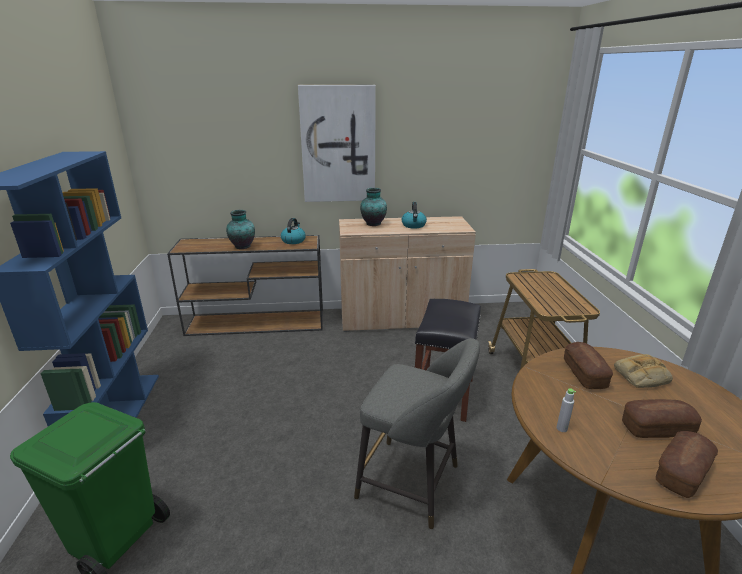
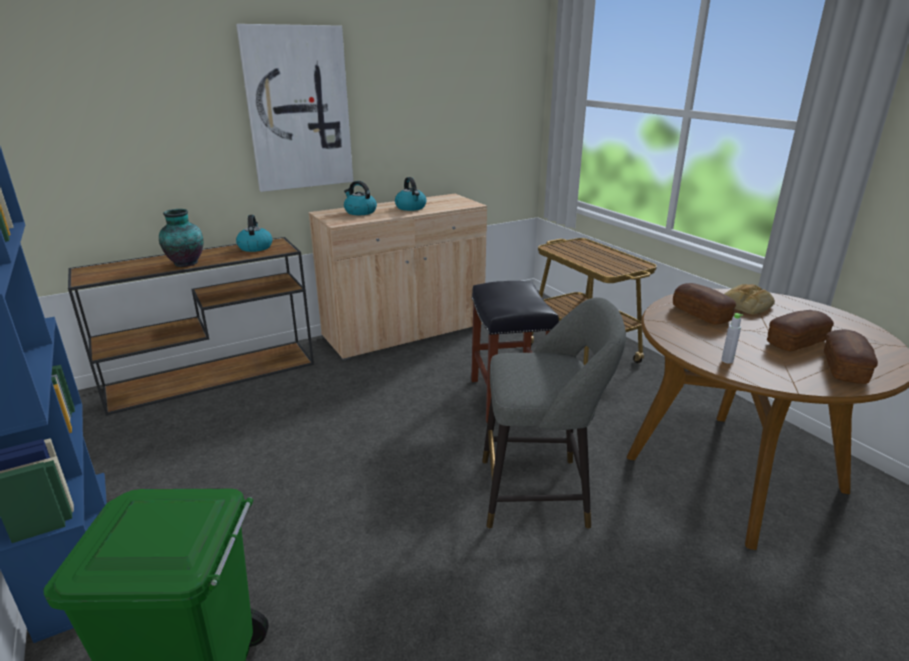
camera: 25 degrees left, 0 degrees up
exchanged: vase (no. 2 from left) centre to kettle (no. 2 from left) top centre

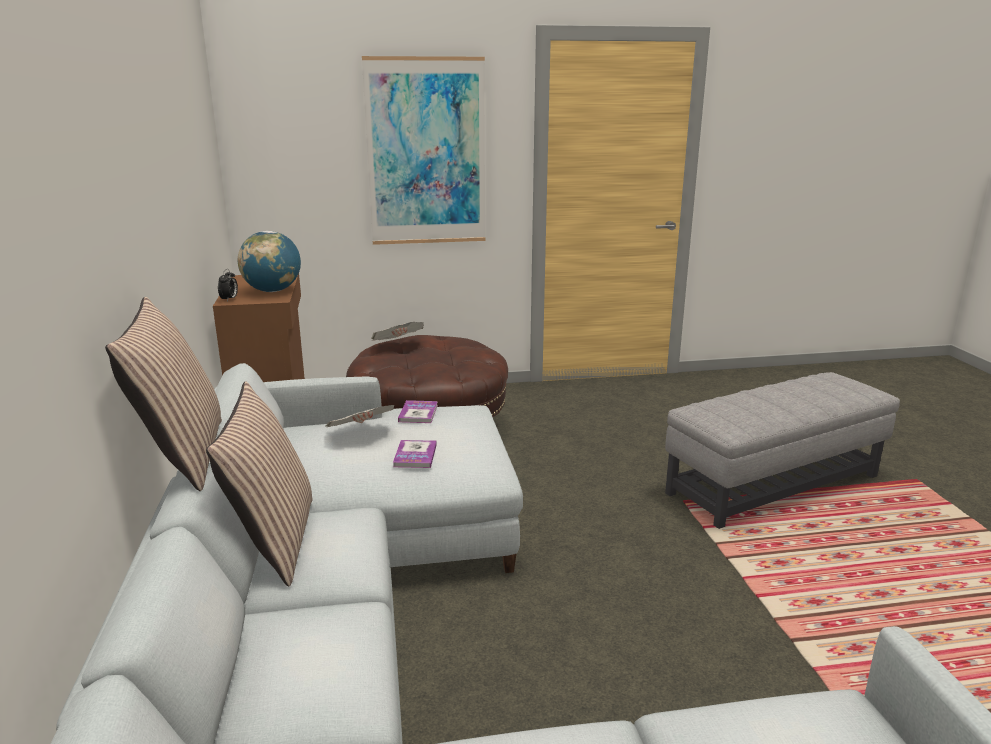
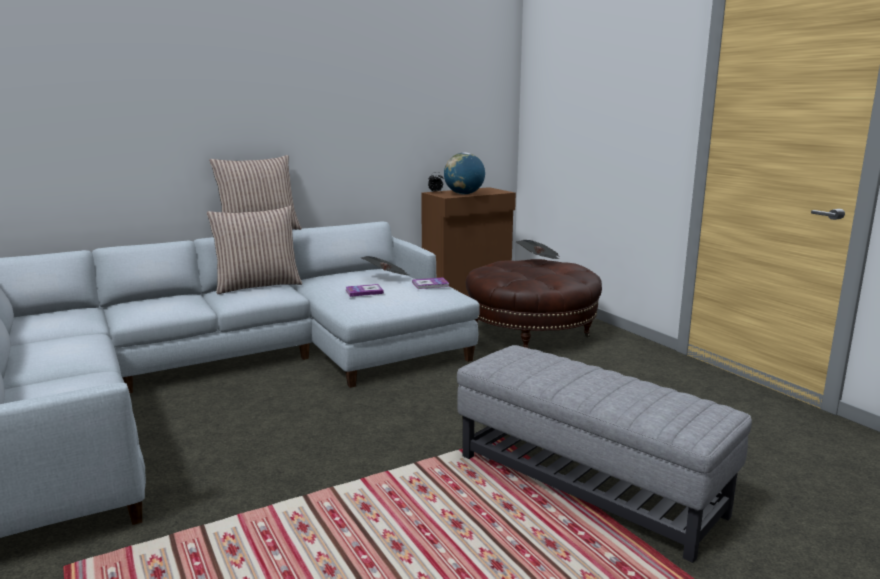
camera: 70 degrees right, 5 degrees down
missing: picture top centre

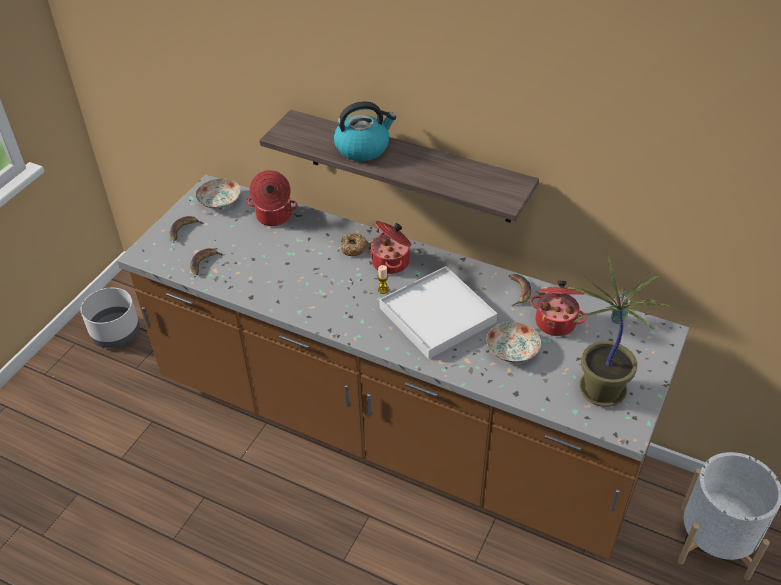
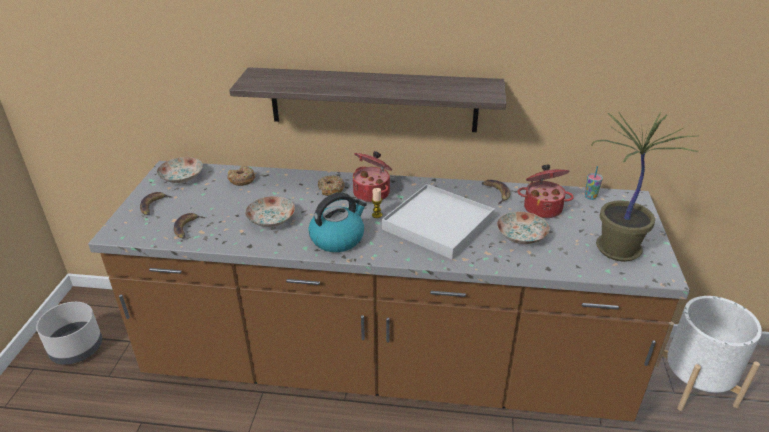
camera: 20 degrees left, 10 degrees down
appeared: plate (no. 2 from left) centre
relocated: kettle top centre to centre
exchanged: cooking pot (no. 1 from left) centre to donut (no. 1 from left) middle left

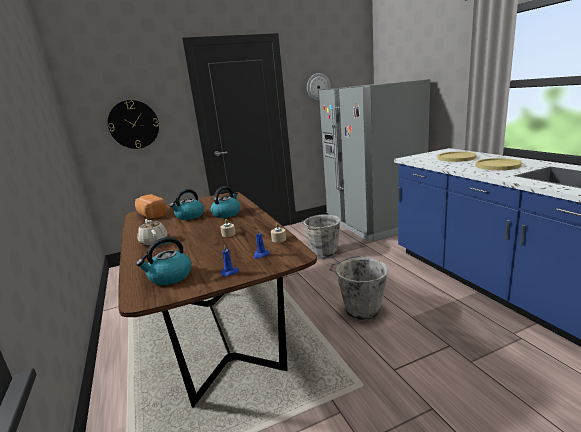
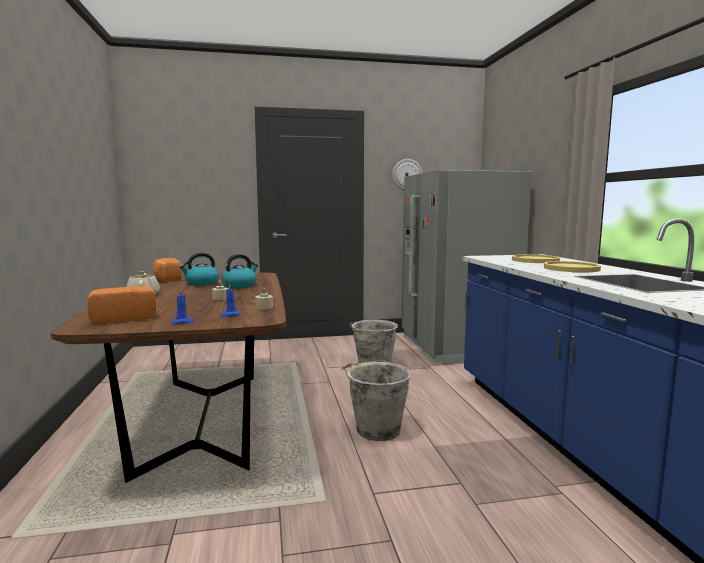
camera: 10 degrees right, 10 degrees down
missing: wall clock (no. 1 from left) top left
exchanged: kettle (no. 1 from left) middle left to bread (no. 1 from left) middle left

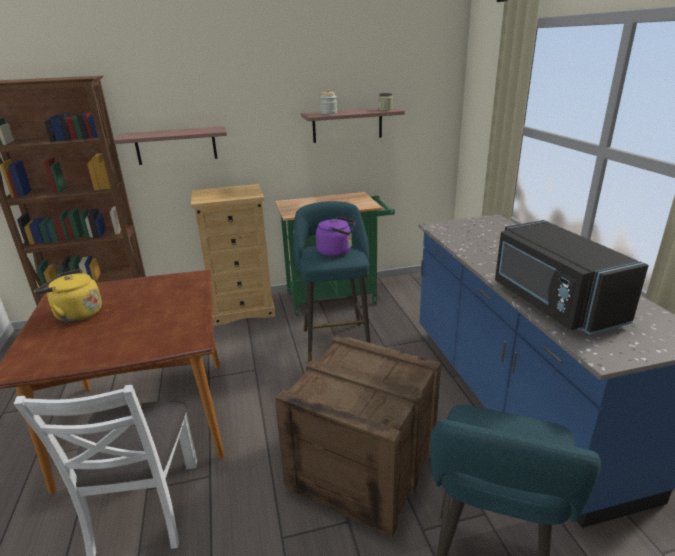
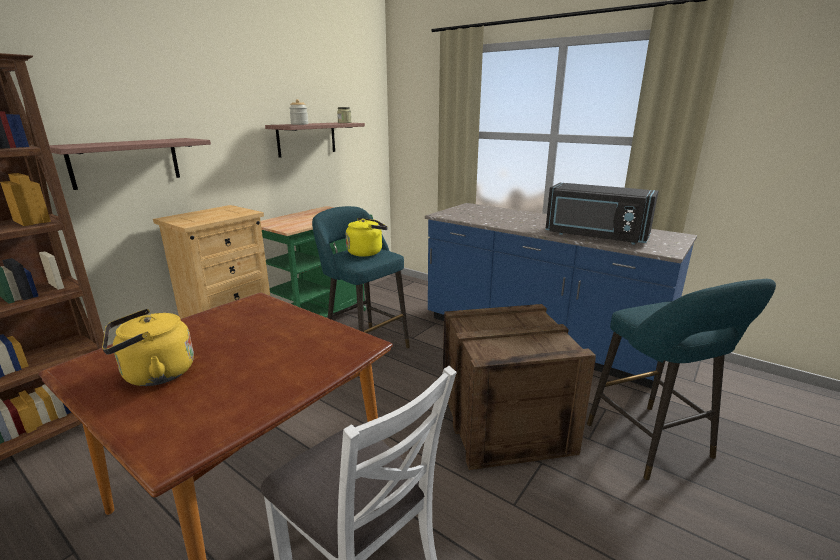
camera: 40 degrees left, 5 degrees down
colour: kettle in purple centre to kettle in yellow (no. 2 from left) centre

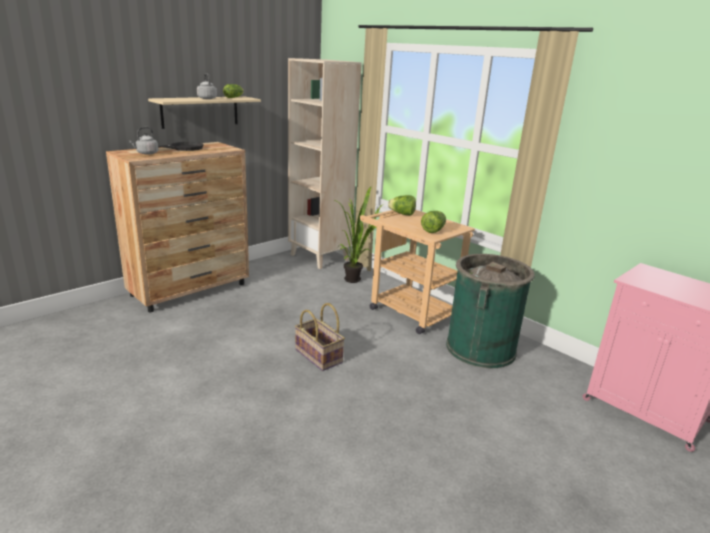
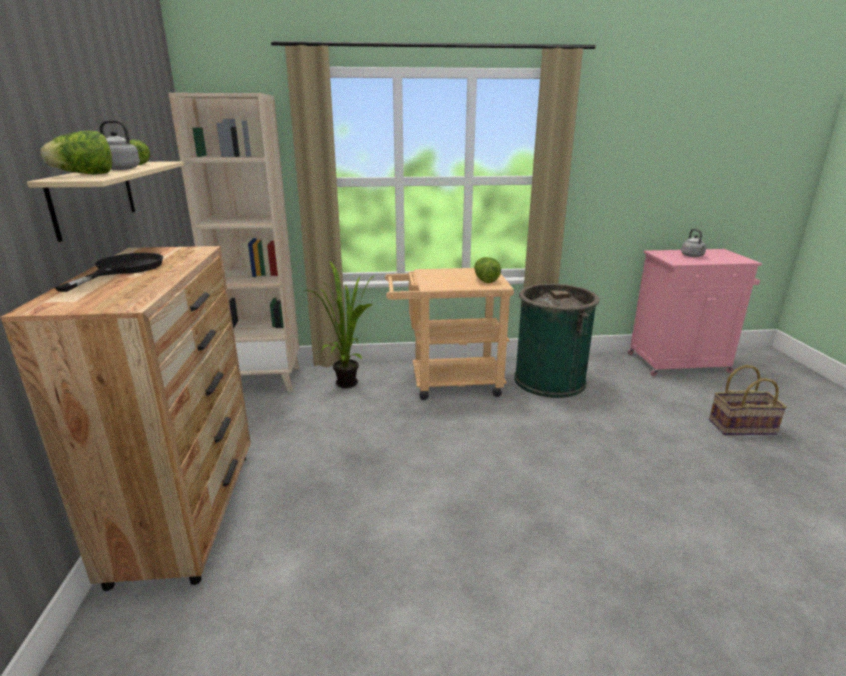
camera: 50 degrees left, 0 degrees up
relocated: kettle in grey (no. 1 from left in the first image) top left to kettle in grey (no. 2 from left) middle right; basket centre to middle right; lettuce (no. 2 from left in the first image) centre to lettuce (no. 1 from left) top left

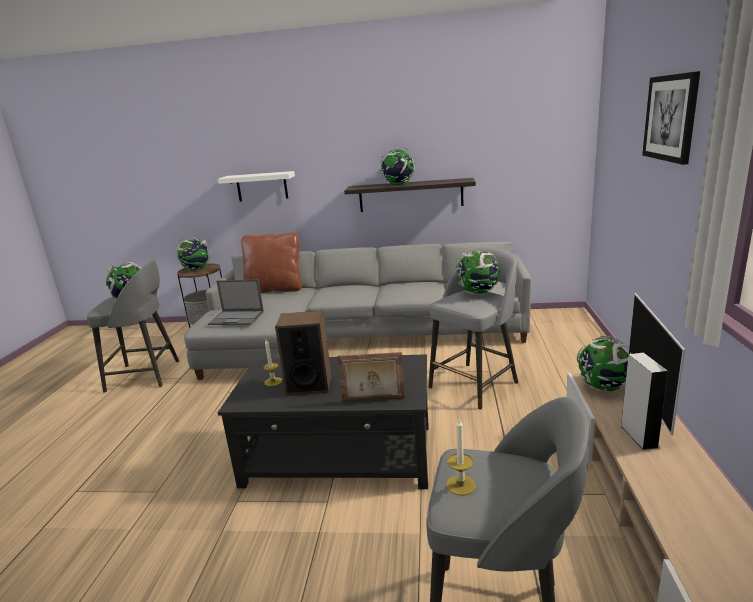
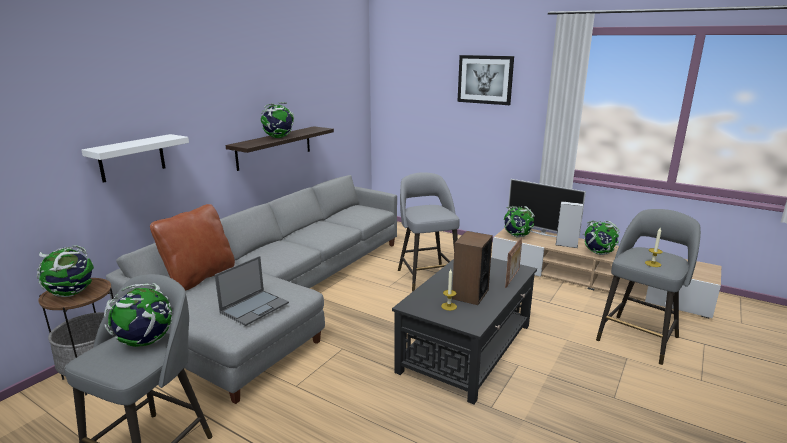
camera: 65 degrees left, 0 degrees up
relocated: globe (no. 4 from left in the first image) centre to globe (no. 5 from left) middle right

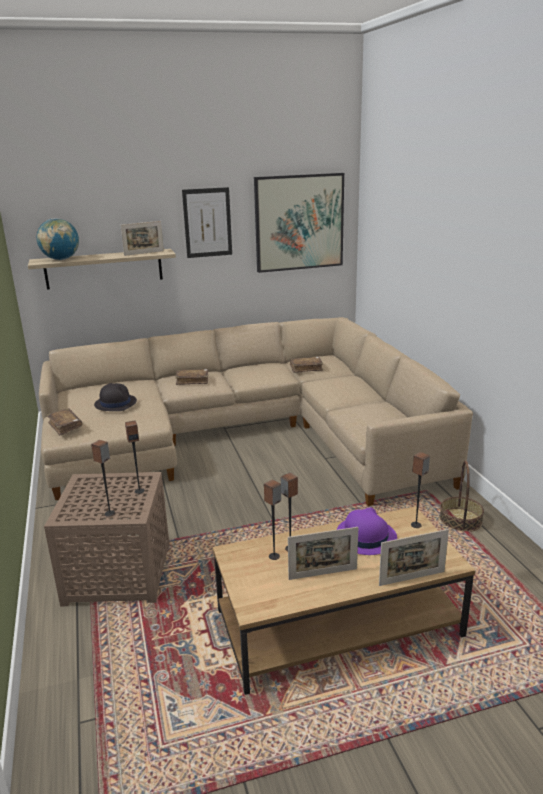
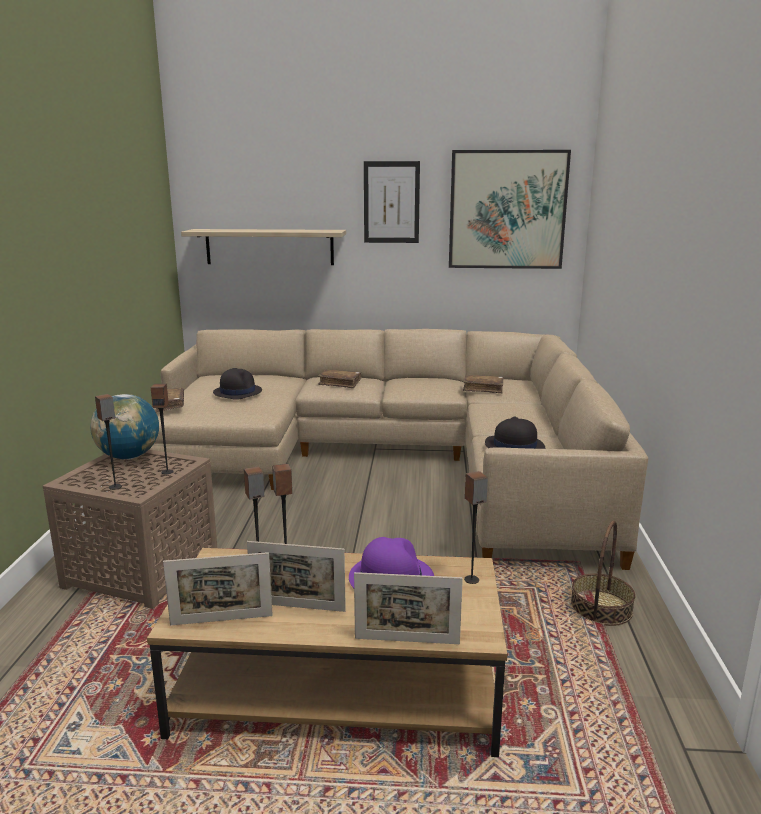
camera: 20 degrees right, 5 degrees down
appeared: hat in black (no. 2 from left) middle right
relocated: globe top left to middle left; picture frame (no. 1 from left) top left to bottom left

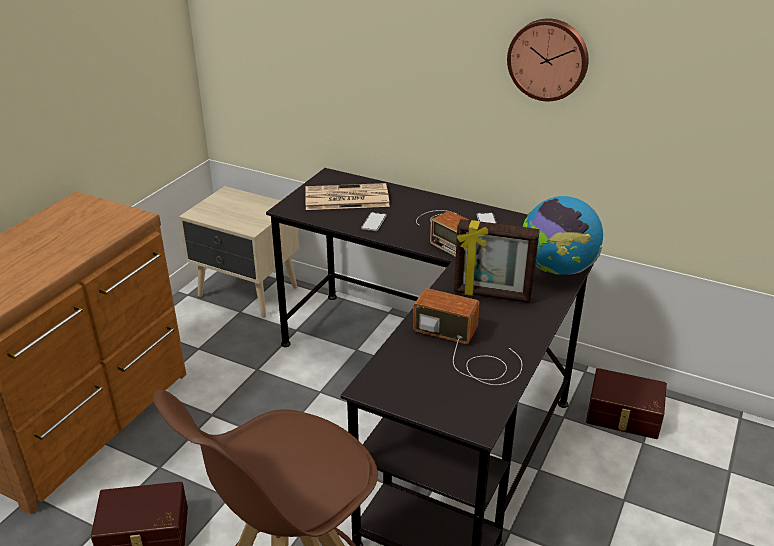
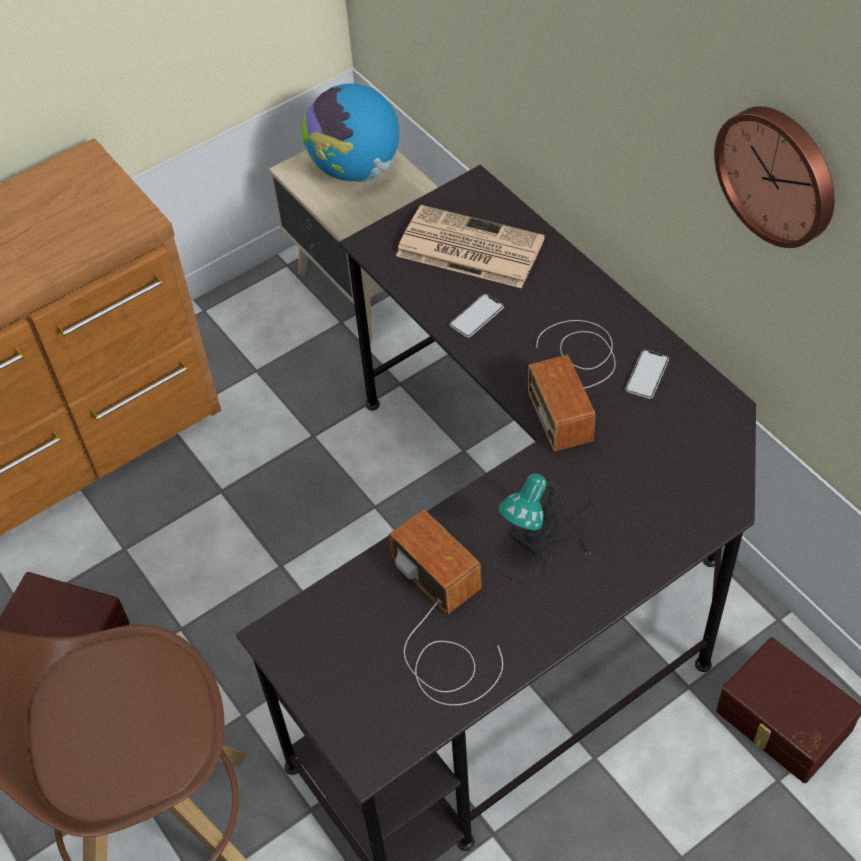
camera: 30 degrees right, 20 degrees up
relocated: globe middle right to top centre
exchanged: picture frame centre to table lamp centre

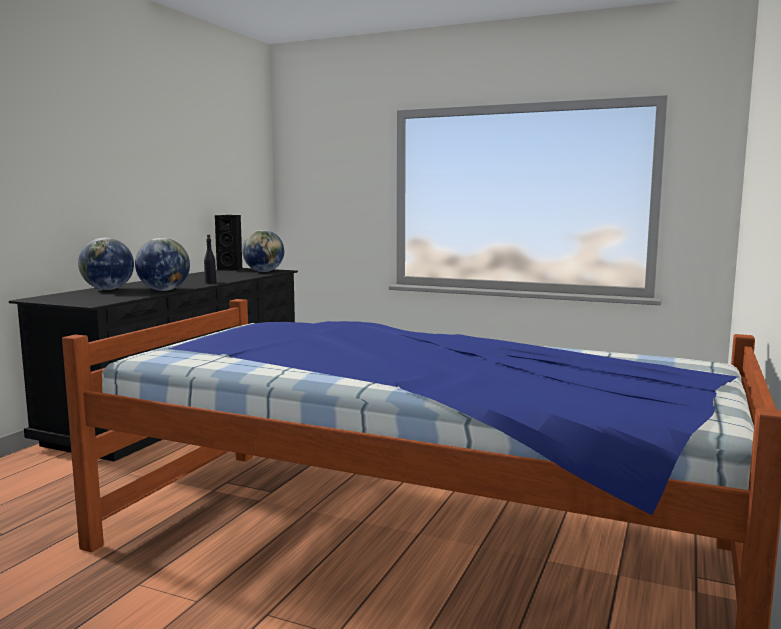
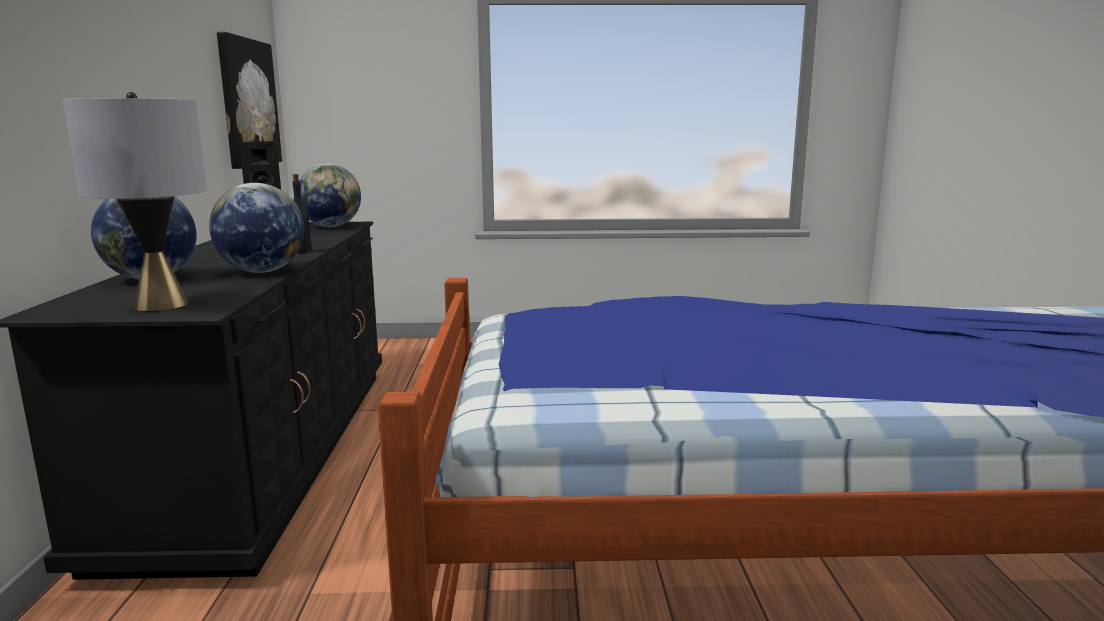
camera: 25 degrees left, 5 degrees up
appeared: table lamp in grey top left; picture top left

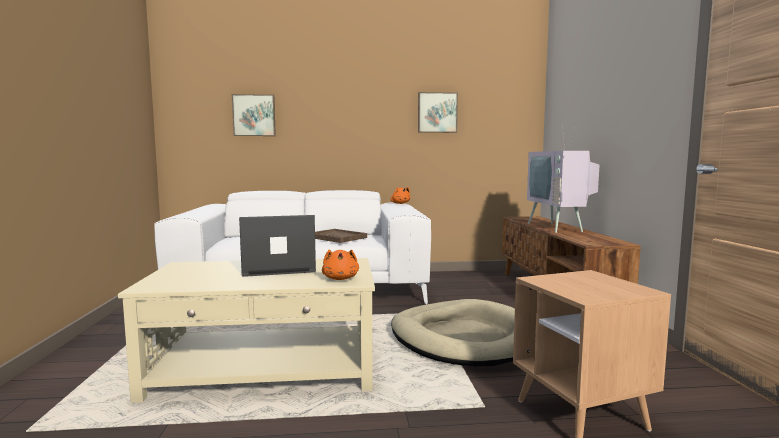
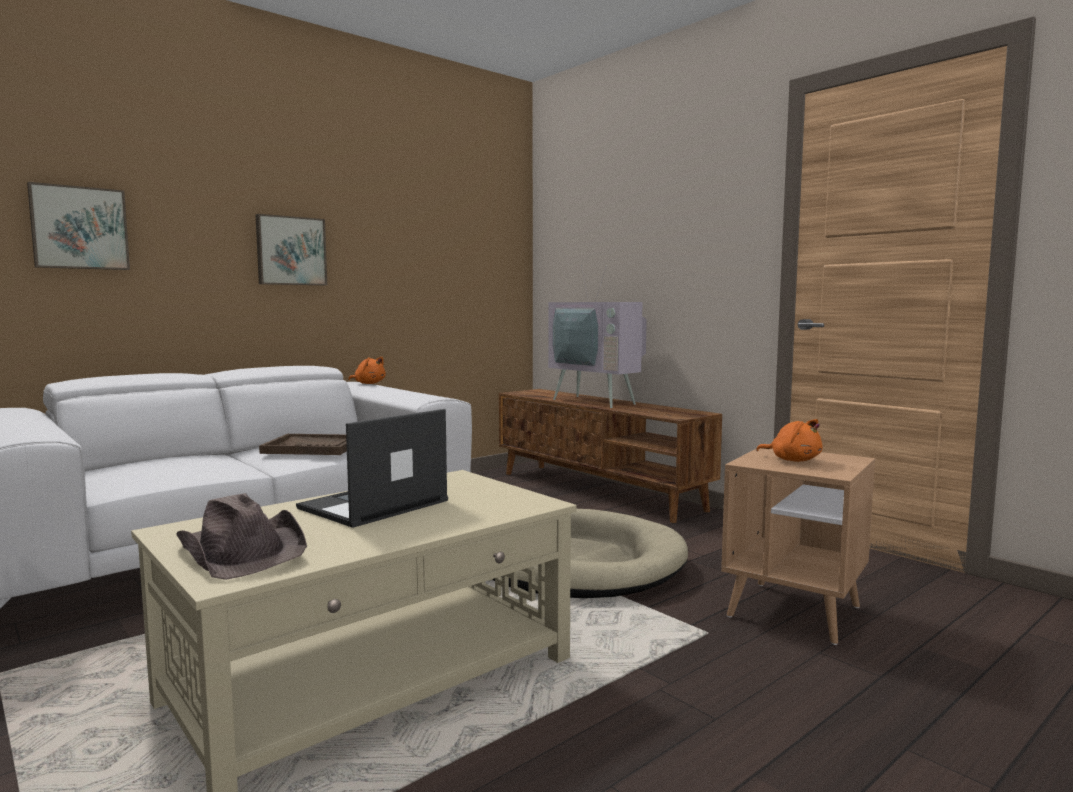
camera: 35 degrees left, 0 degrees up
appeared: hat in brown bottom left
relocated: plush toy in orange (no. 1 from left in the first image) centre to plush toy in orange (no. 2 from left) middle right; picture (no. 2 from left) top centre to top left

